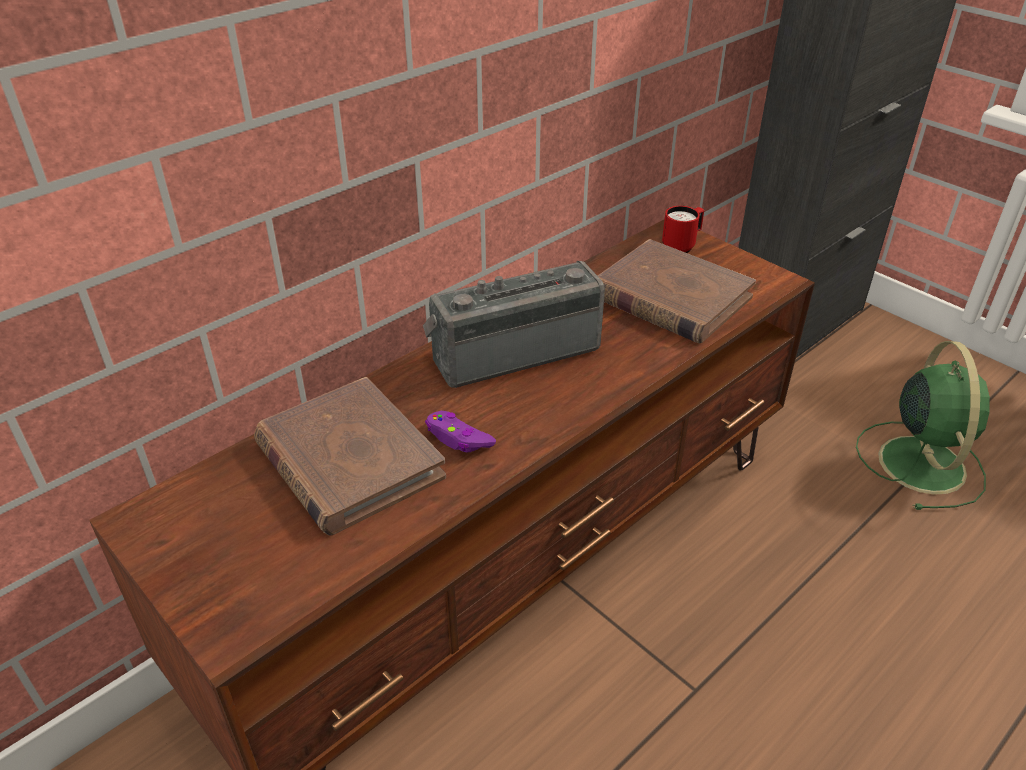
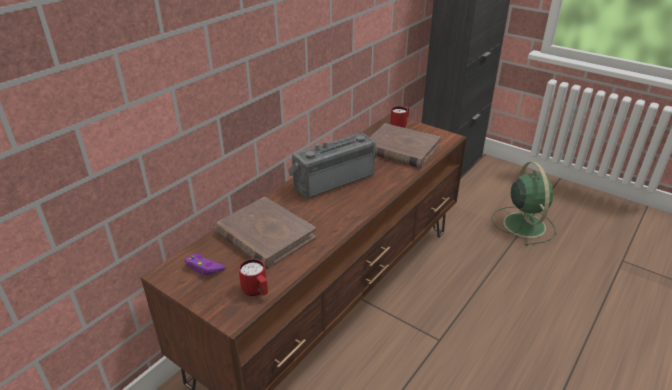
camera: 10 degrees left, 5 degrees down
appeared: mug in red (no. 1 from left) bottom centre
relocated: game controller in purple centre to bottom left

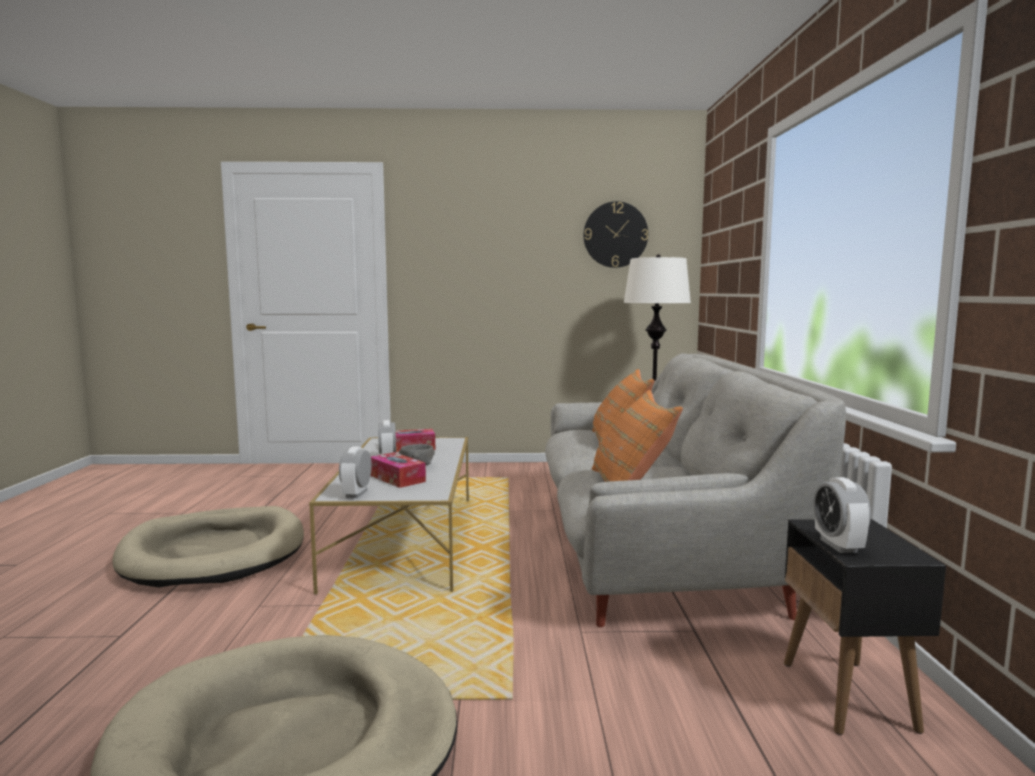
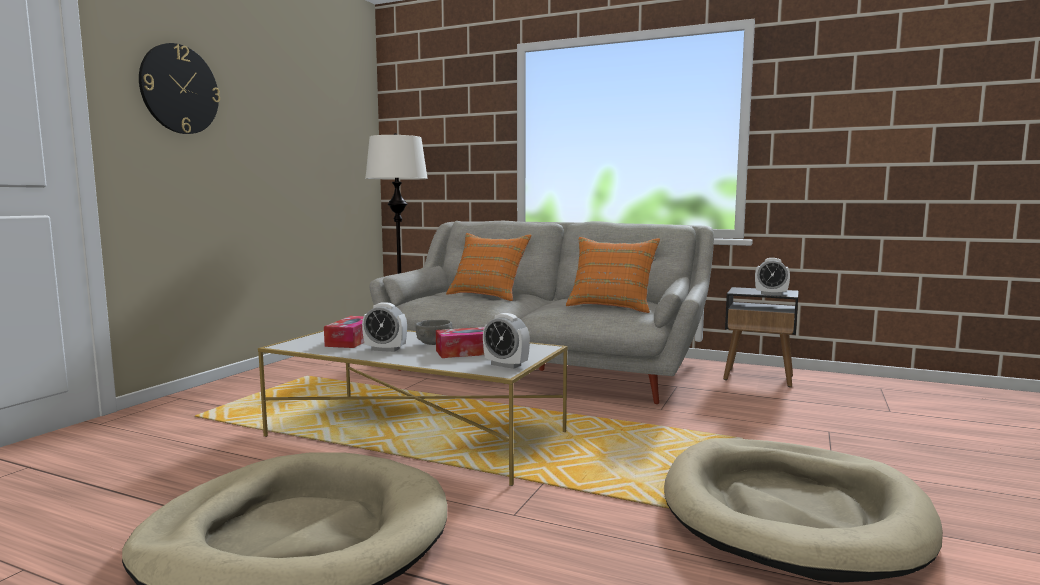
camera: 65 degrees left, 0 degrees up
relocated: wall clock top centre to top left

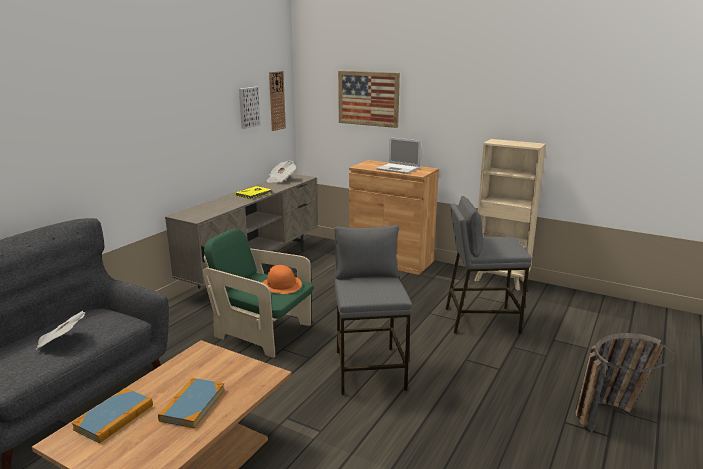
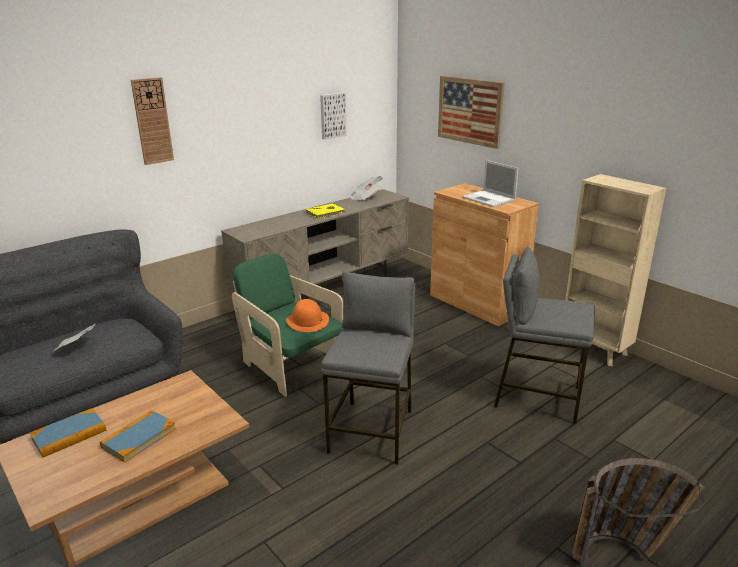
camera: 20 degrees right, 5 degrees up
relocated: wall clock top centre to top left

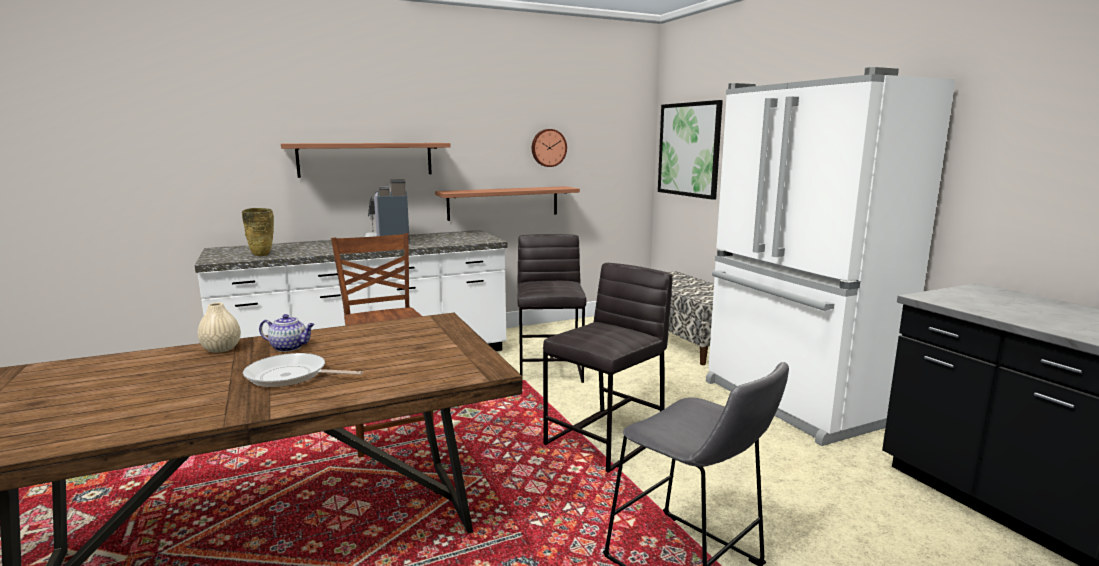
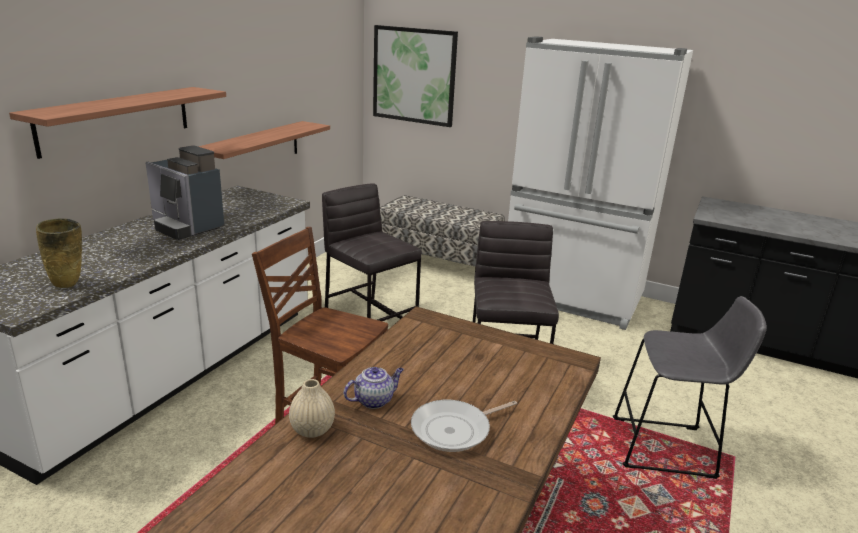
camera: 40 degrees left, 10 degrees up
missing: wall clock top centre

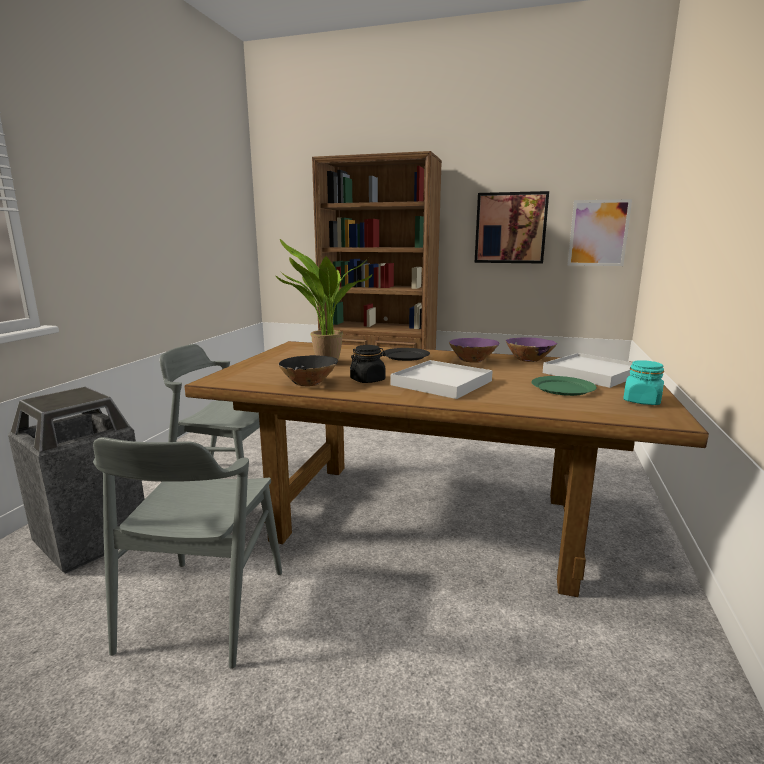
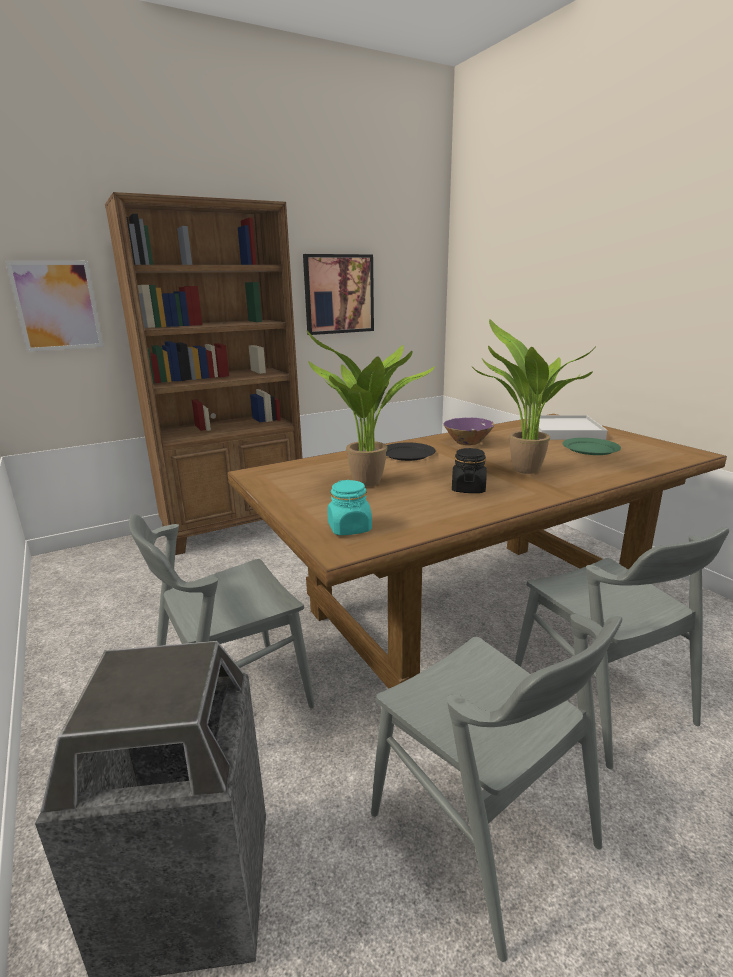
camera: 45 degrees left, 5 degrees up
missing: bowl in black centre; bowl in purple (no. 2 from left) middle right
appeared: chair in grey (no. 3 from left) middle right
relocated: picture (no. 2 from left in the first image) top right to picture (no. 1 from left) top left; jar in turquoise middle right to centre
exchanged: tray in white (no. 1 from left) centre to potted plant (no. 2 from left) middle right

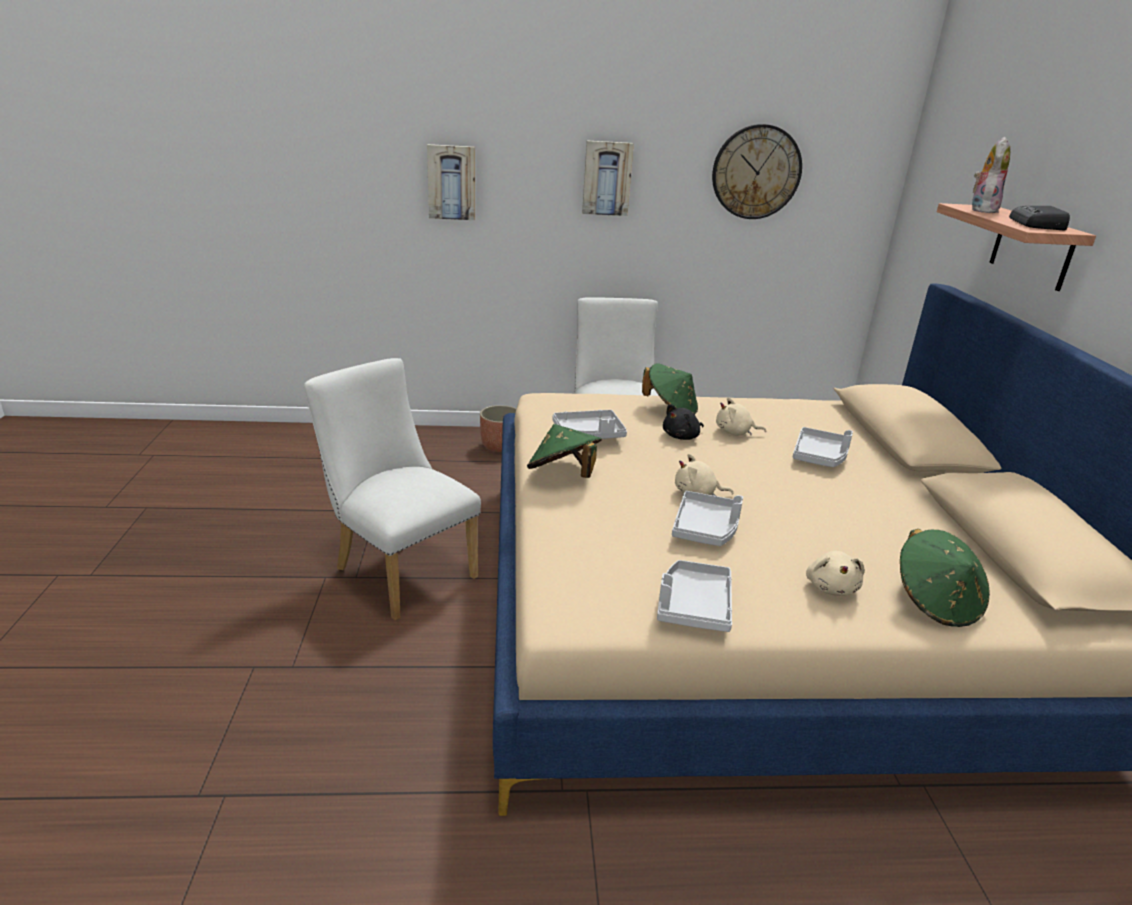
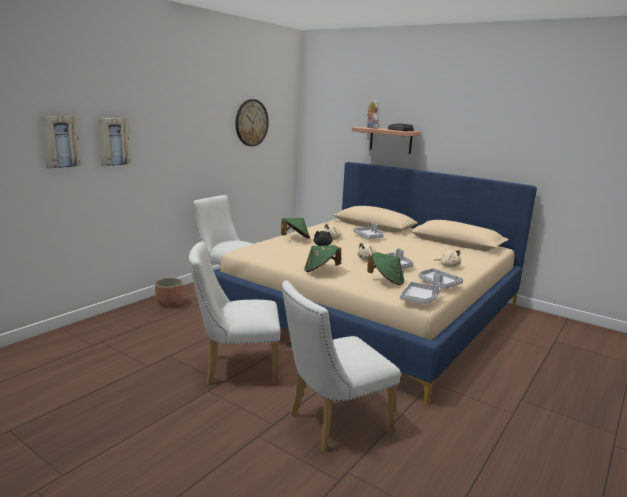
camera: 50 degrees left, 10 degrees down
appeared: chair in white (no. 3 from left) bottom centre
relocated: tray in grey (no. 1 from left in the first image) centre to tray in grey (no. 3 from left) middle right; picture (no. 2 from left in the first image) top centre to picture (no. 1 from left) top left; hat in green (no. 3 from left) middle right to centre

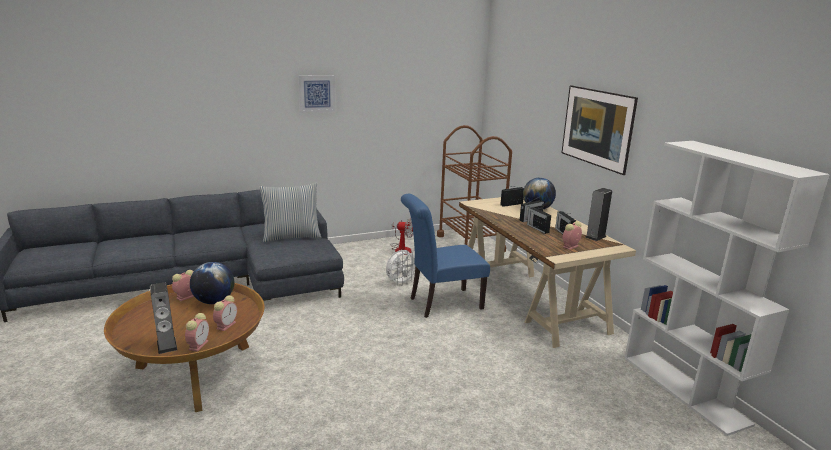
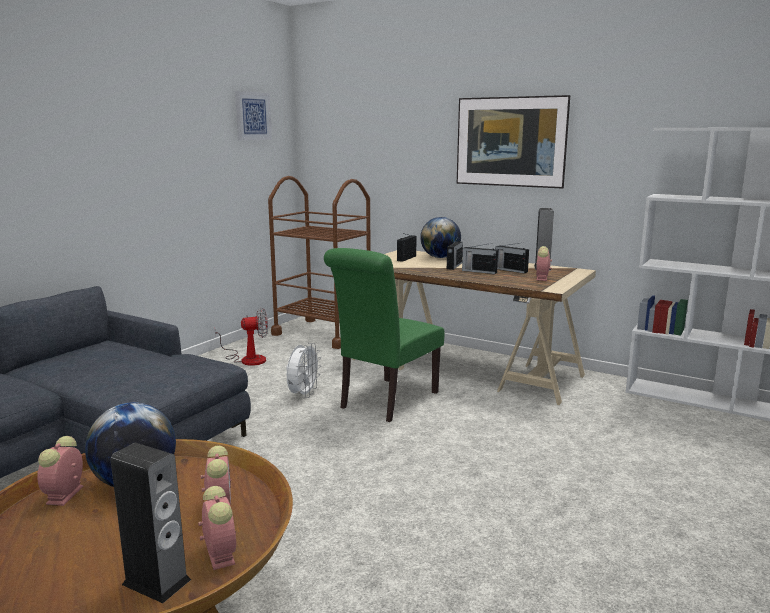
camera: 35 degrees left, 5 degrees down
missing: pillow centre
relocated: picture (no. 1 from left) top centre to top left
colour: chair in blue centre to chair in green centre

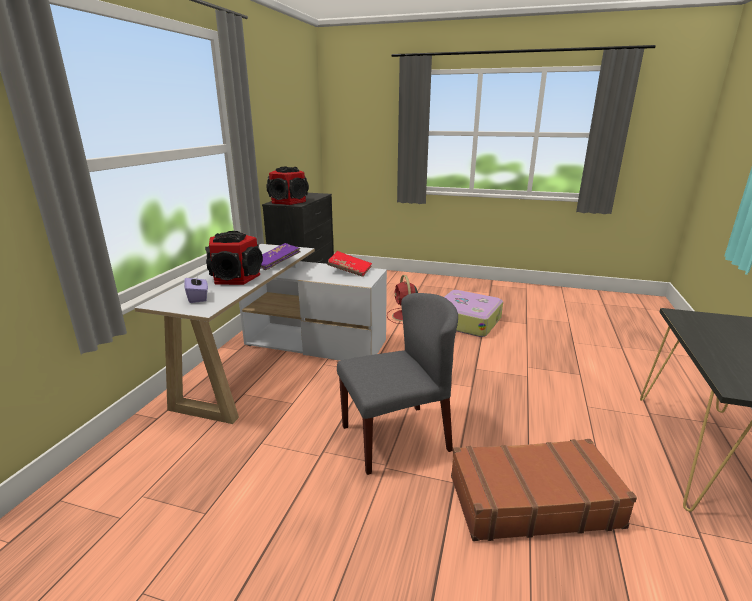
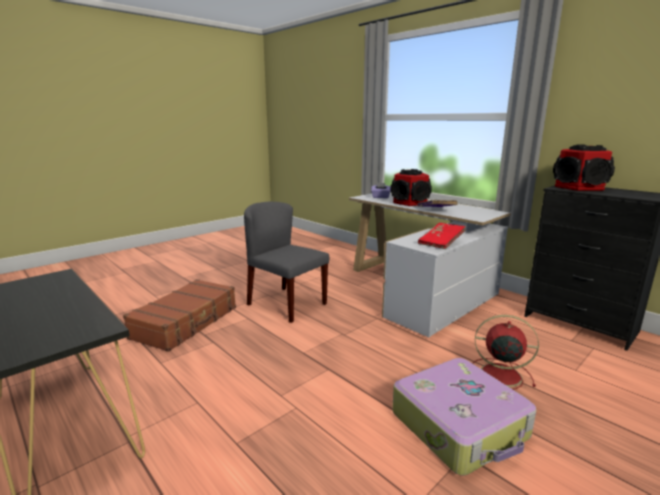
camera: 120 degrees right, 5 degrees down
spun: chair in grey centre = centre 120 degrees clockwise

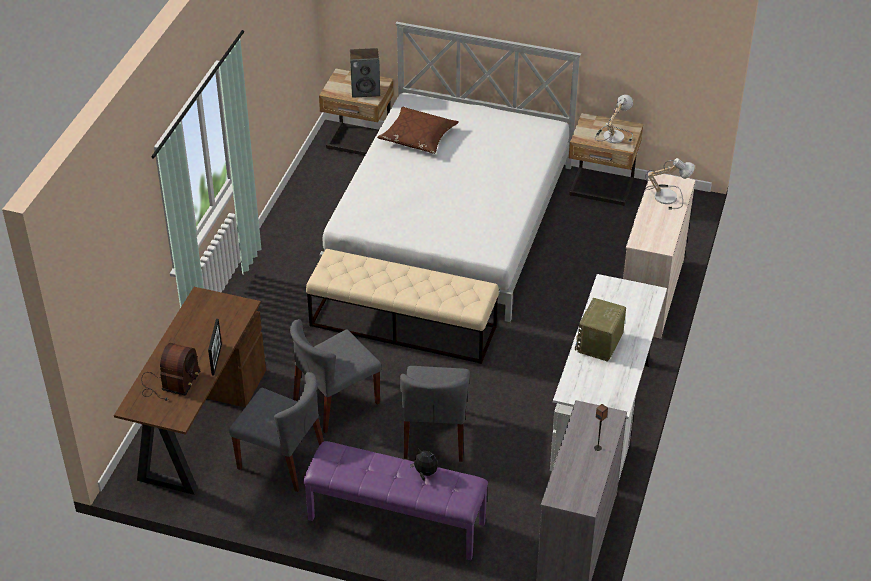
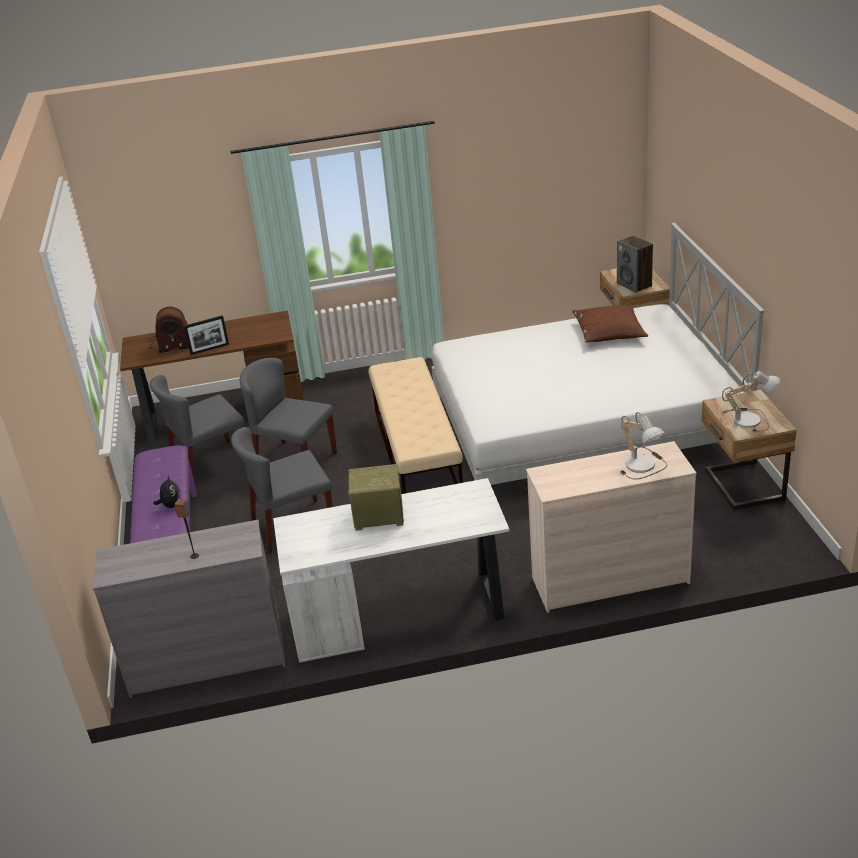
camera: 65 degrees right, 10 degrees down
spun: chair in grey (no. 1 from left) bottom left = middle left 60 degrees clockwise

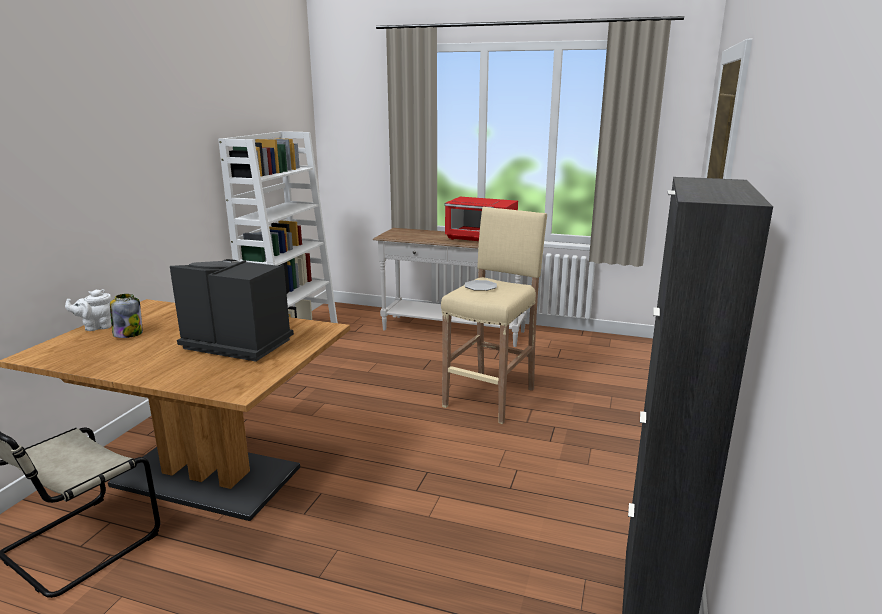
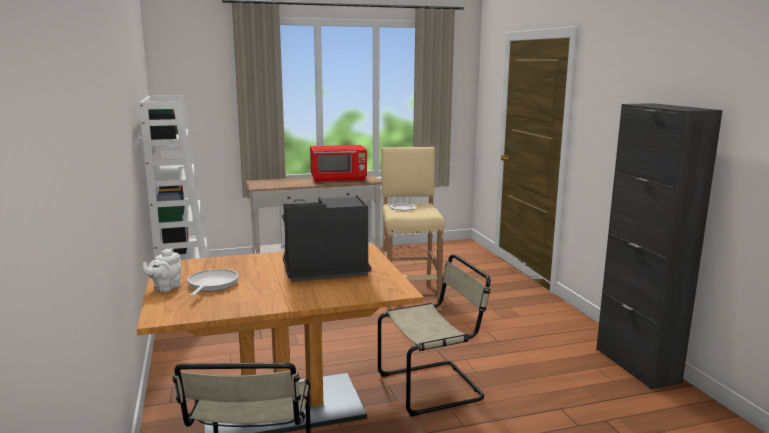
camera: 35 degrees left, 5 degrees down
appeared: chair in beige (no. 2 from left) bottom centre
exchanged: jar middle left to frying pan middle left

